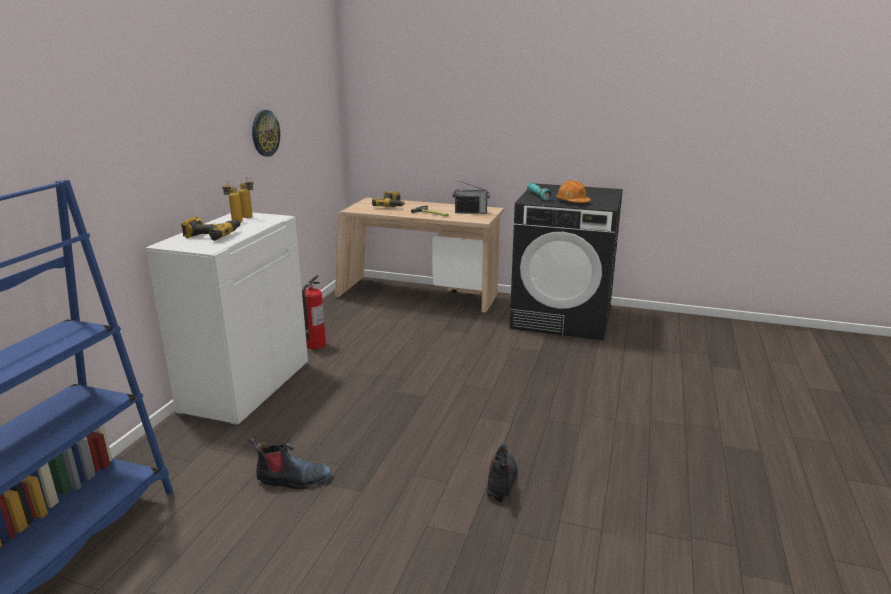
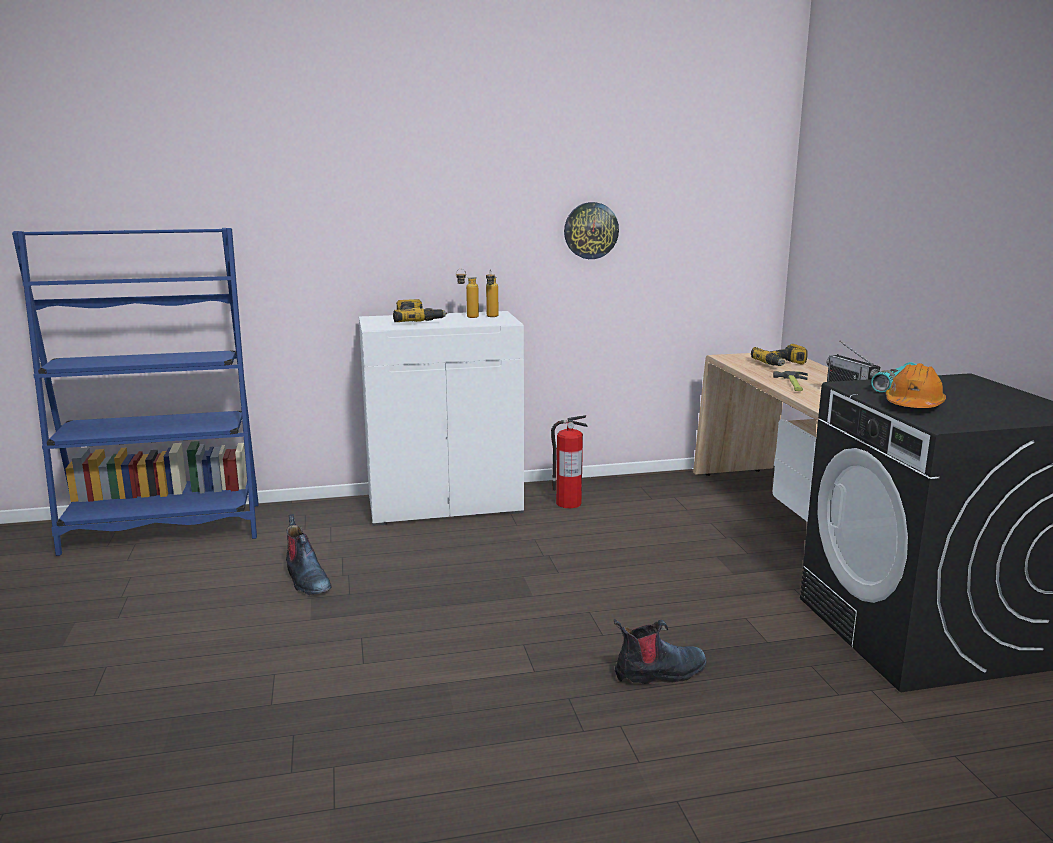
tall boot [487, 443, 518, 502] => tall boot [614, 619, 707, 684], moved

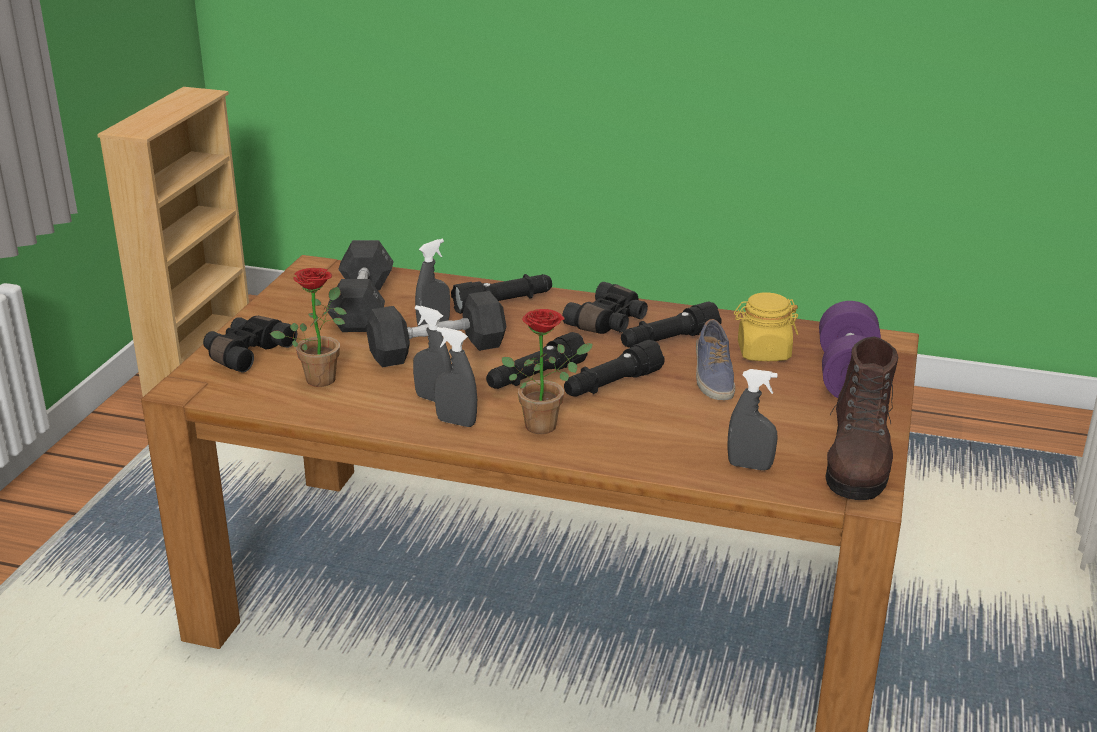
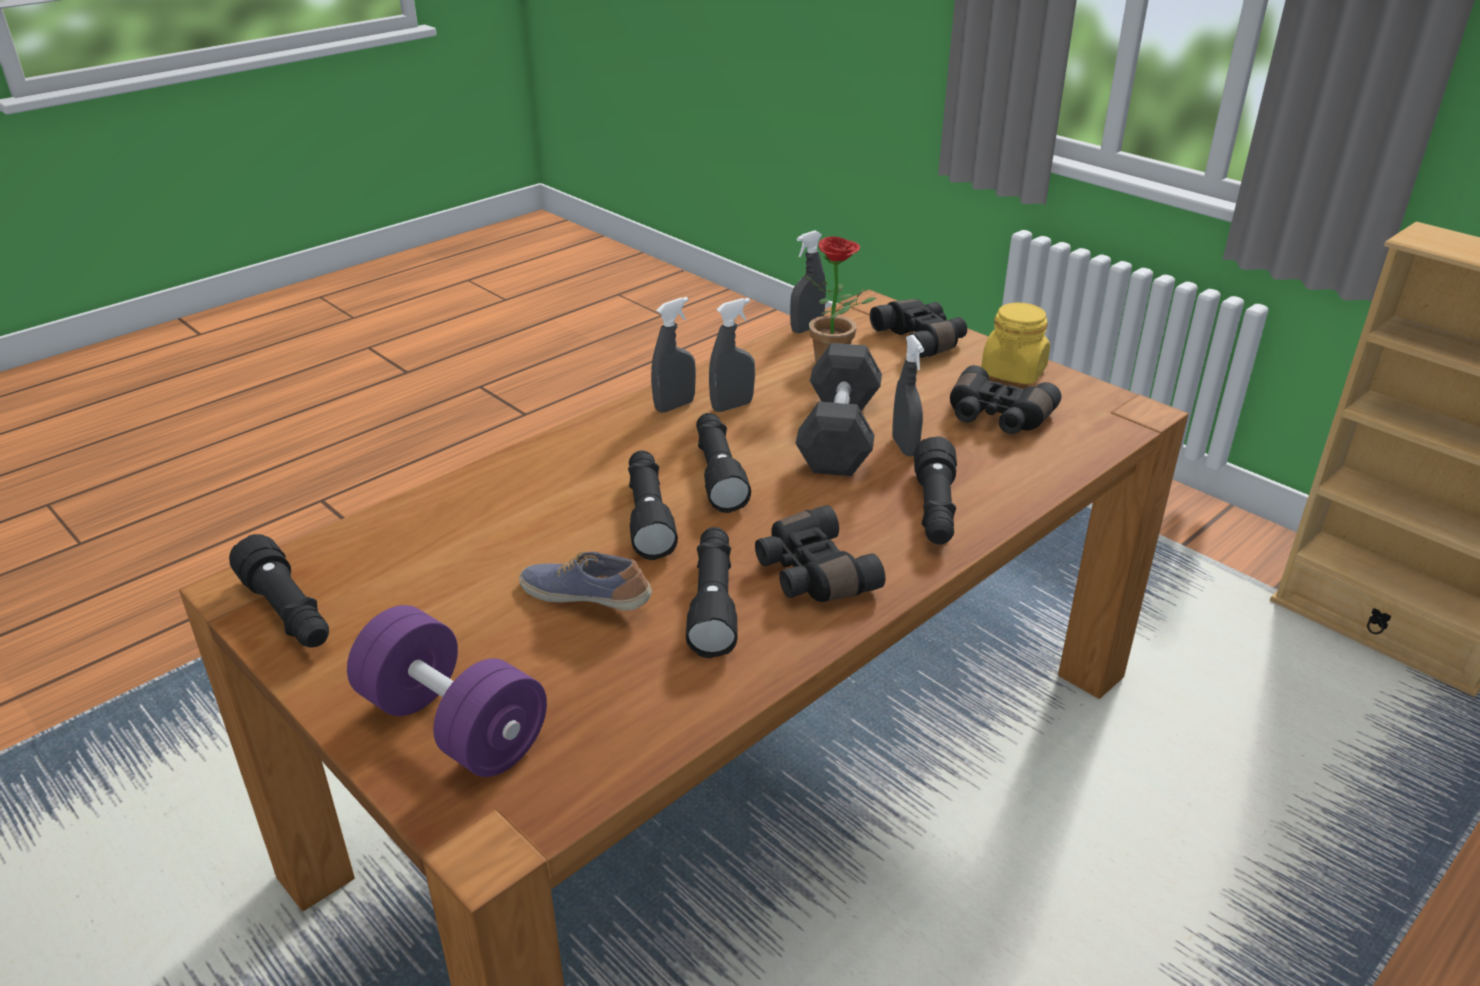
brown-coloured tall boot [825, 336, 898, 500] => black-coloured torch [229, 534, 329, 648]
greyish sprayer [727, 369, 778, 470] => greyish sprayer [790, 230, 826, 334], moved
greyish free weight [326, 240, 394, 332] => black-coloured binoculars [950, 365, 1061, 434]
yellowish jar [734, 292, 798, 361] => yellowish jar [981, 303, 1050, 384], moved
potted plant [502, 309, 593, 434] => nothing

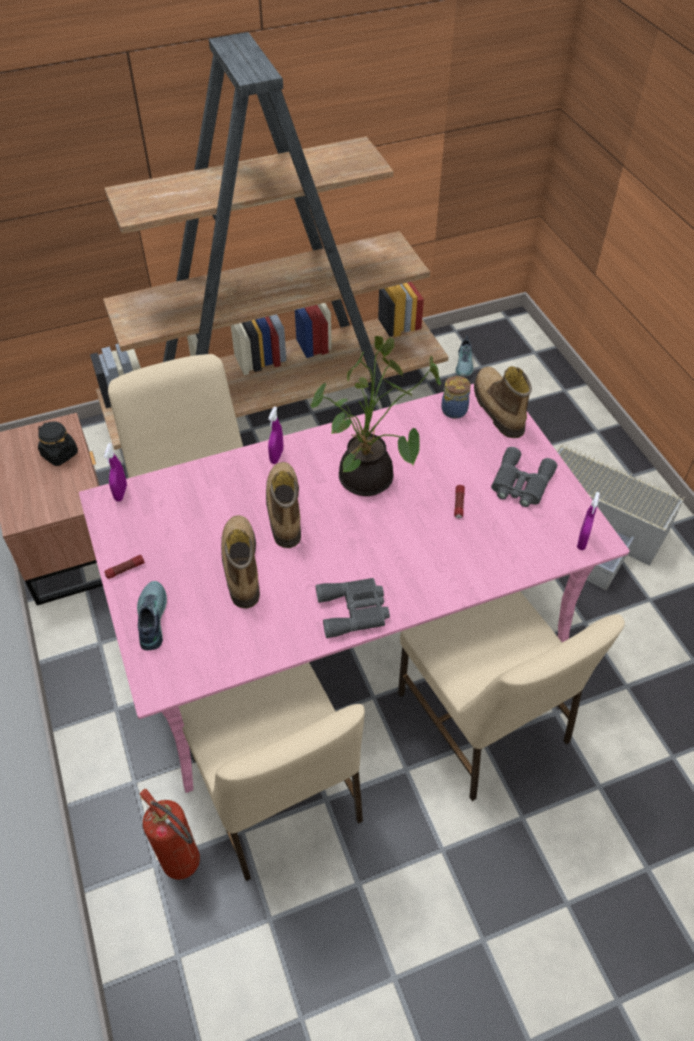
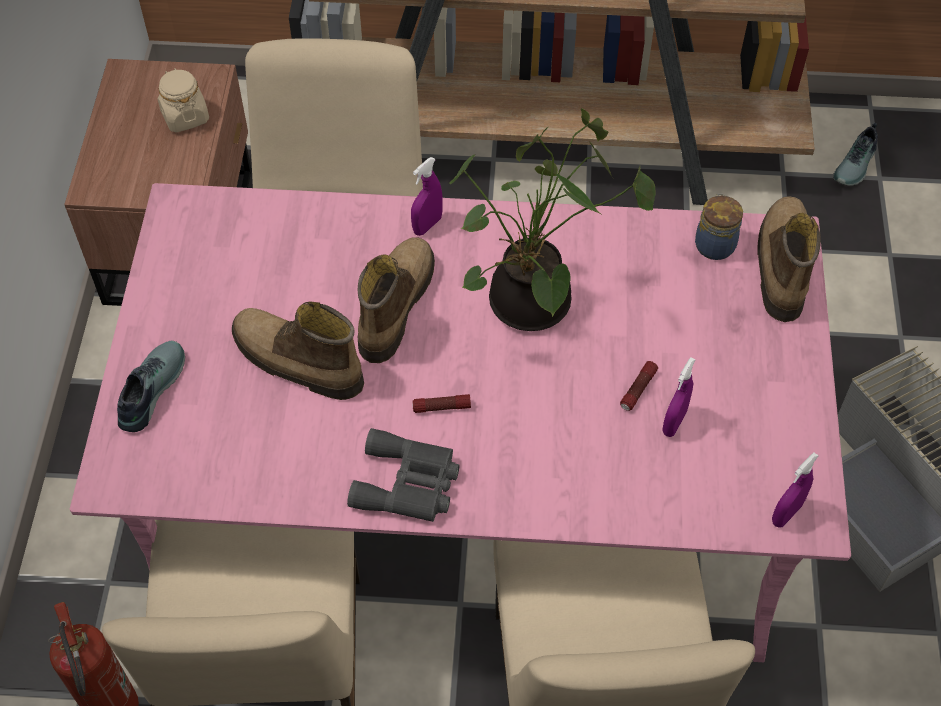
black-coloured jar [38, 421, 78, 466] => beige-coloured jar [158, 68, 209, 133]
tall boot [221, 515, 260, 609] => tall boot [232, 302, 364, 400], 75 degrees counterclockwise
torch [104, 555, 145, 579] => torch [412, 394, 471, 413], moved
purplish sprayer [104, 443, 127, 502] => purplish sprayer [662, 357, 696, 437], moved
greyish binoculars [491, 447, 557, 507] => nothing

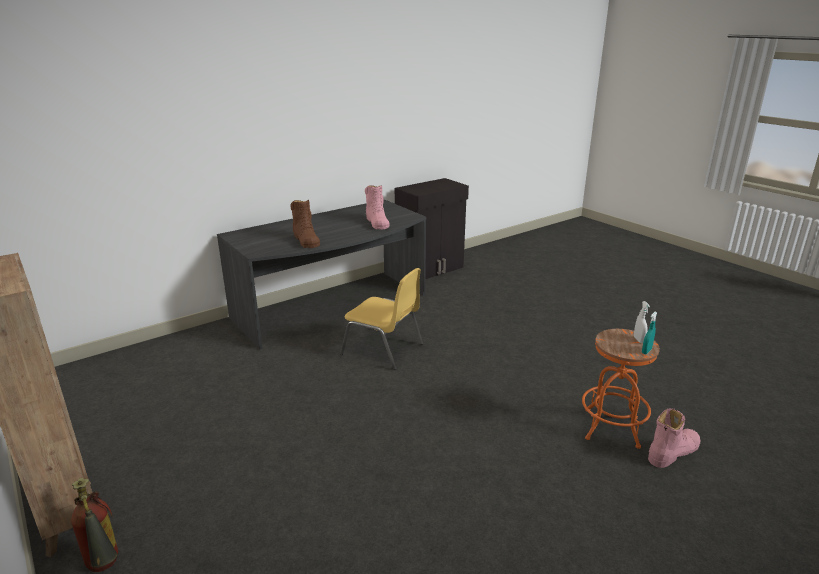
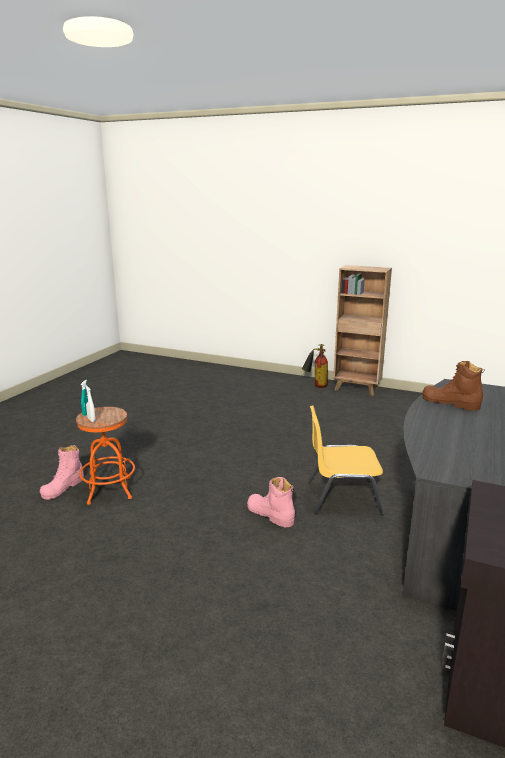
pink tall boot [365, 185, 389, 230] => pink tall boot [247, 477, 295, 527], moved

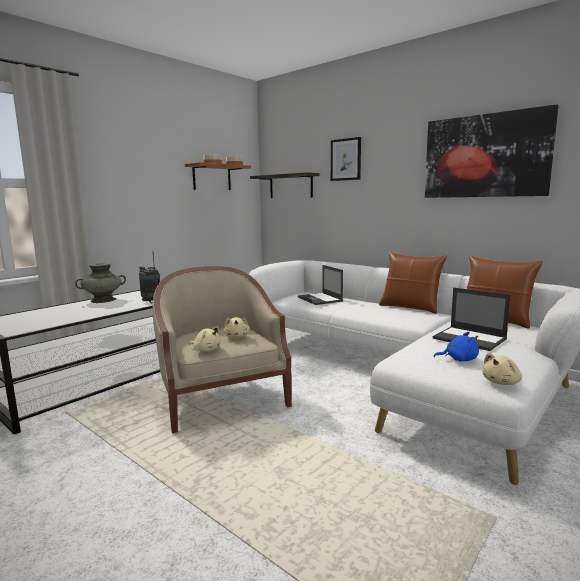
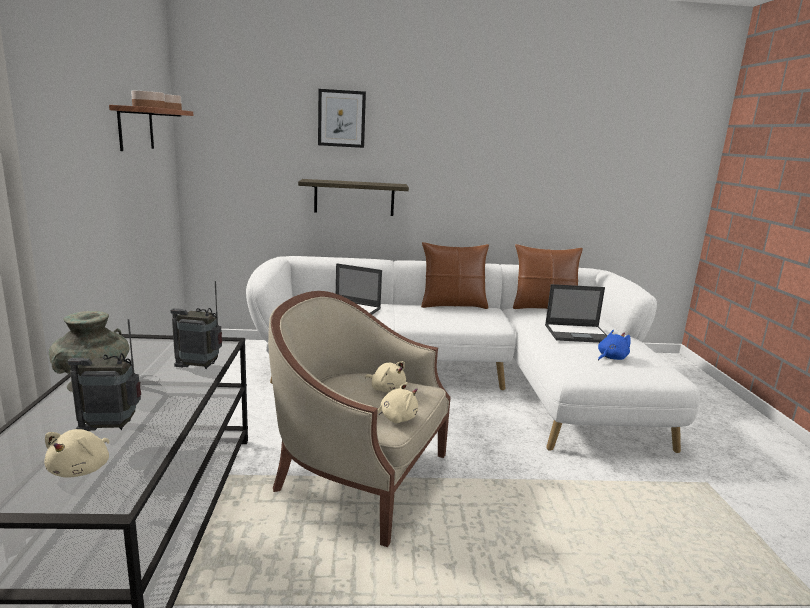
beige-coloured soft toy [482, 353, 522, 385] => beige-coloured soft toy [44, 429, 109, 478], moved
nothing => radio receiver [68, 319, 141, 431]
wall shelf [250, 172, 320, 198] => wall shelf [298, 179, 409, 216], moved
wall art [425, 104, 559, 198] => nothing

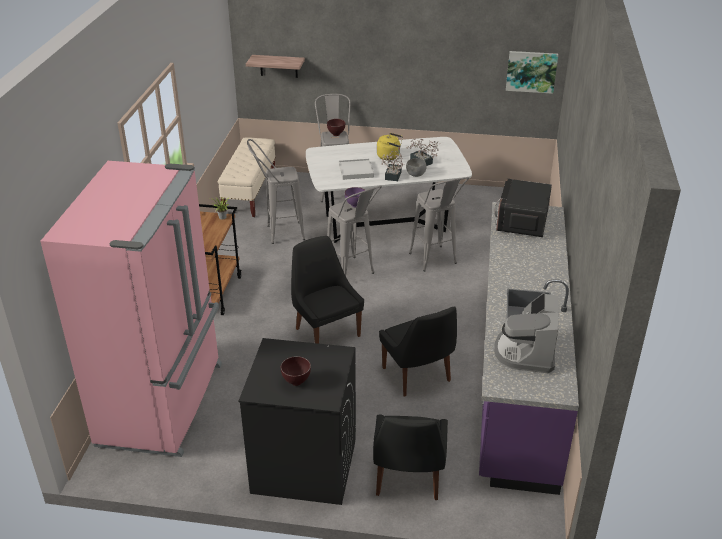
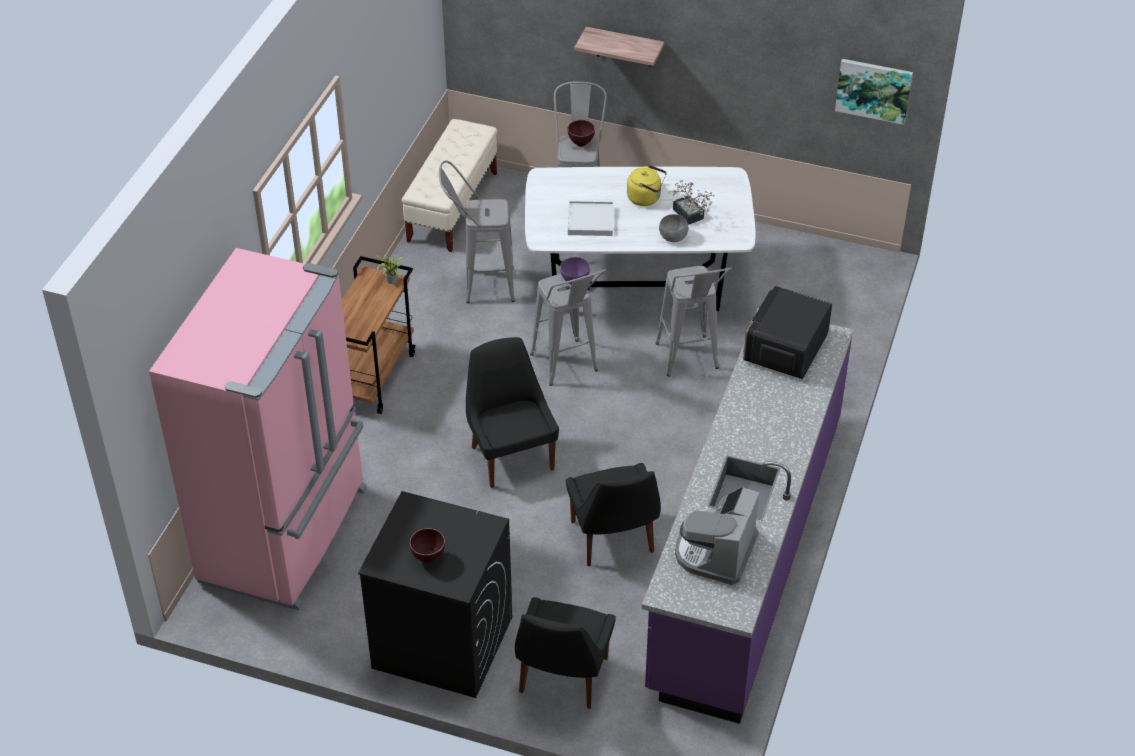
wall shelf [246, 55, 305, 78] => wall shelf [574, 27, 664, 67], moved
potted plant [381, 151, 405, 181] => nothing

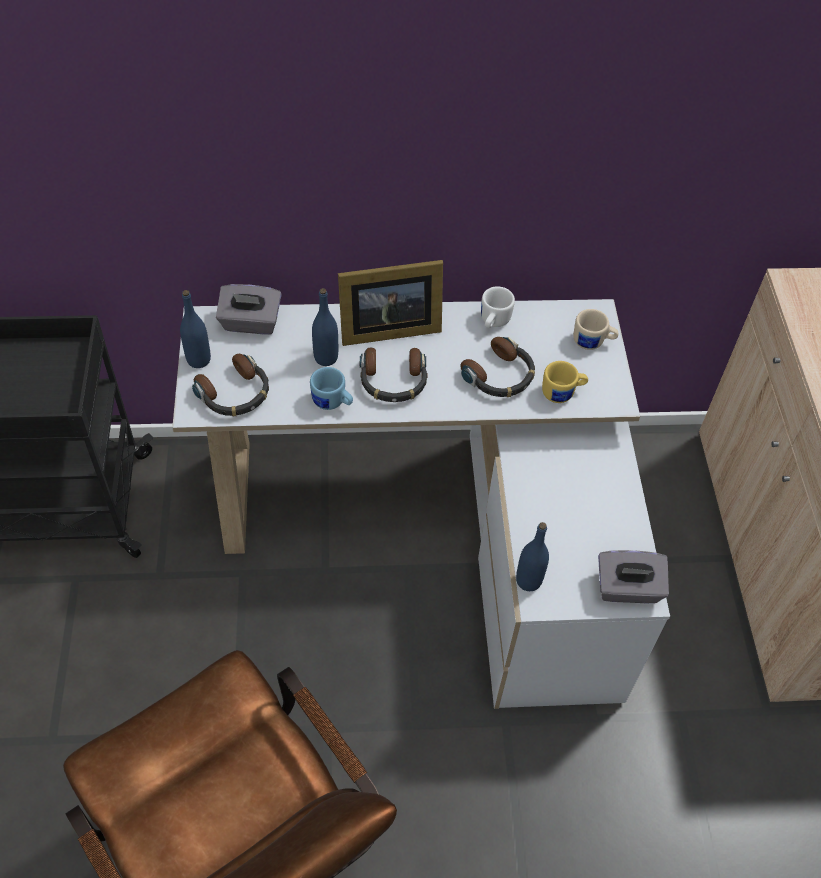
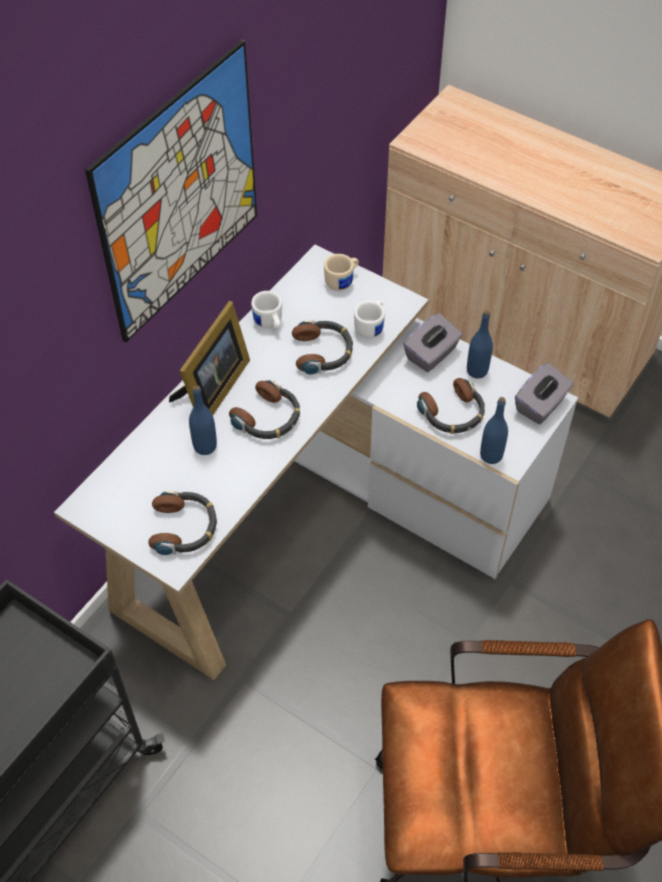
nothing => wall art [85, 39, 257, 343]
yellowish coffee mug [542, 361, 588, 403] => white coffee mug [354, 300, 385, 339]
greyish tissue holder [216, 284, 282, 334] => greyish tissue holder [403, 313, 463, 372], moved
nothing => headset [417, 378, 485, 434]
bluish bottle [180, 290, 211, 368] => bluish bottle [467, 310, 493, 378], moved
bluish coffee mug [310, 367, 353, 410] => nothing

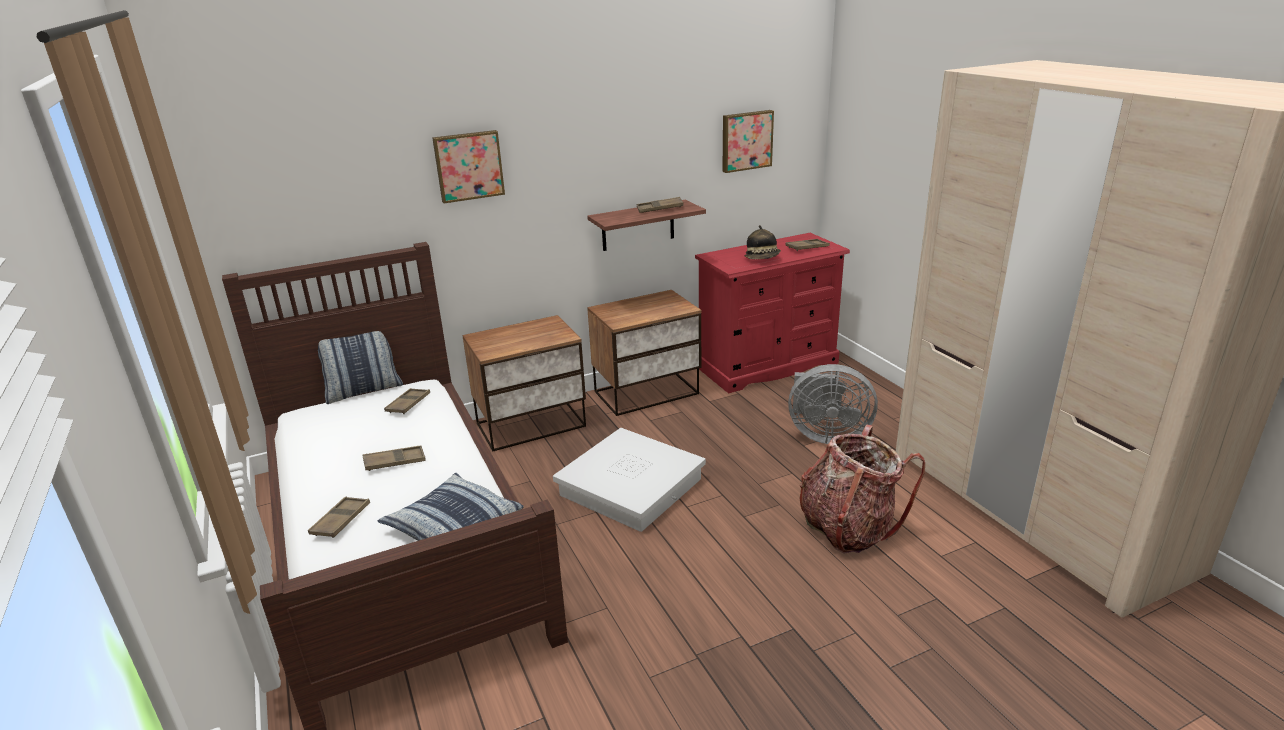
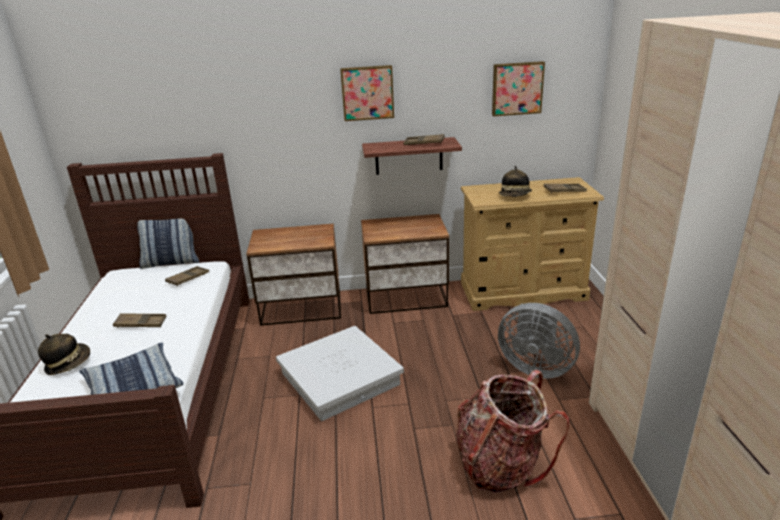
brown-coloured tray [308, 497, 370, 538] => clothing hat [38, 334, 90, 375]
wall art [432, 130, 505, 203] => wall art [340, 65, 394, 121], moved
reddish chest of drawers [695, 233, 850, 394] => beige-coloured chest of drawers [461, 177, 604, 311]

